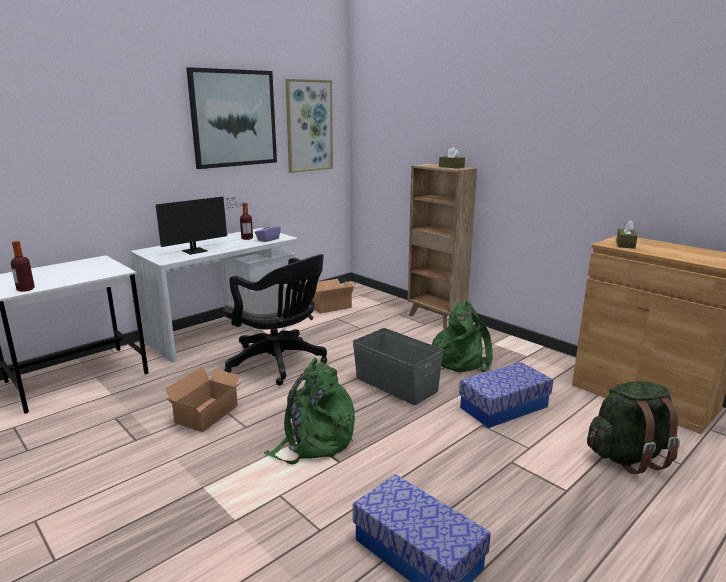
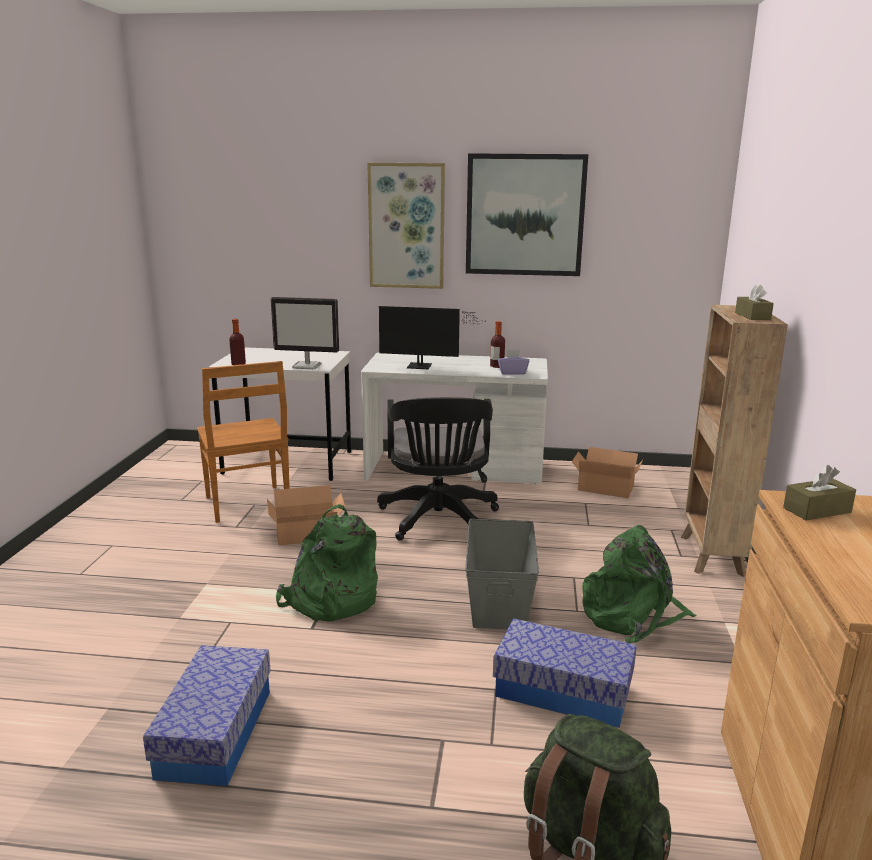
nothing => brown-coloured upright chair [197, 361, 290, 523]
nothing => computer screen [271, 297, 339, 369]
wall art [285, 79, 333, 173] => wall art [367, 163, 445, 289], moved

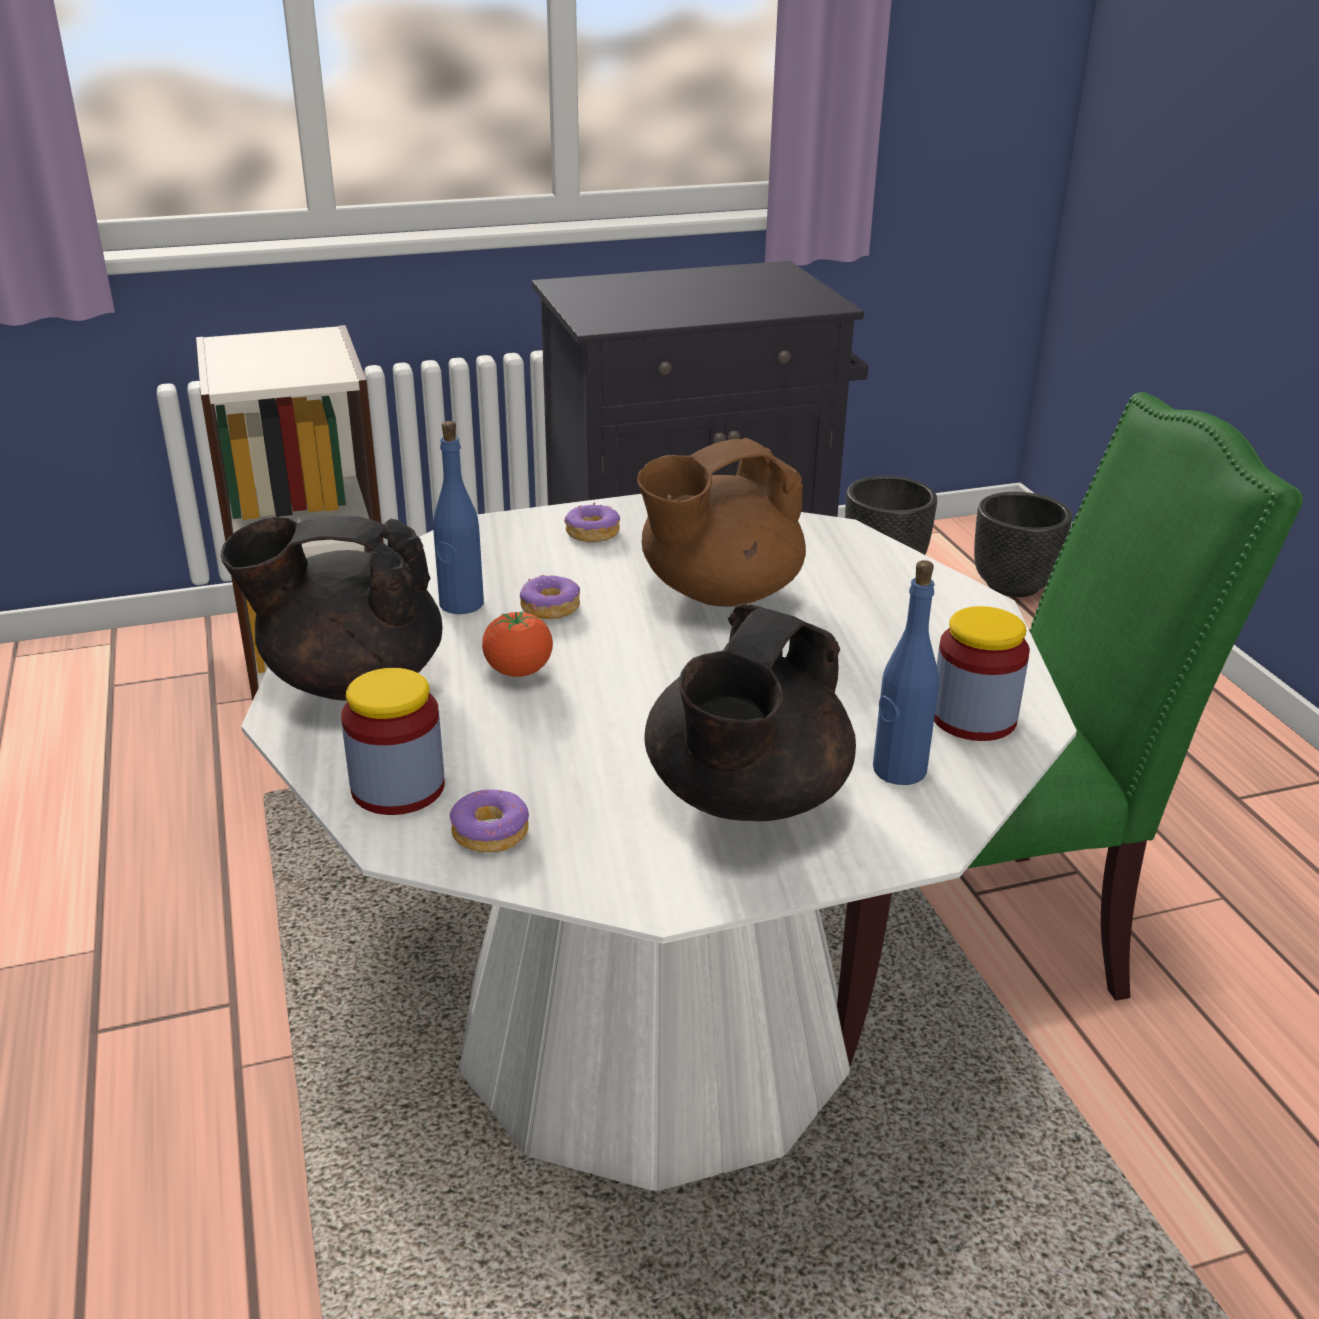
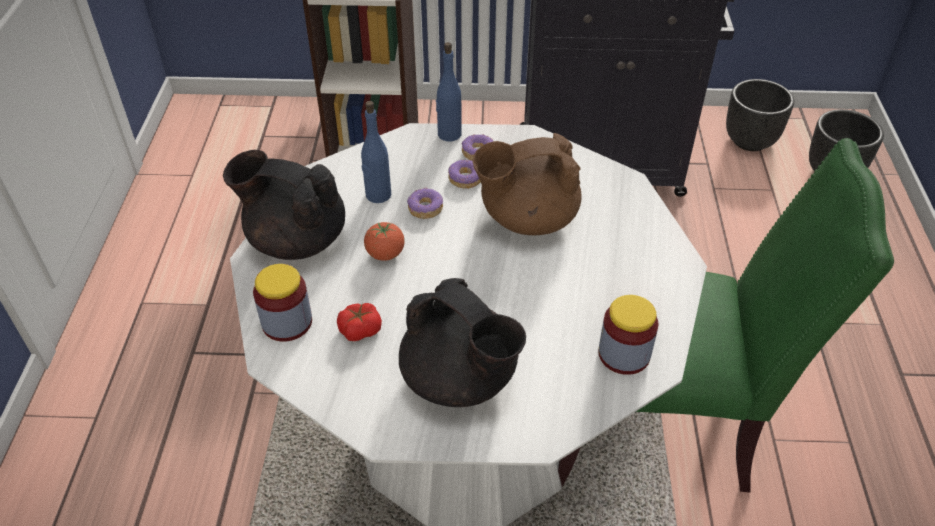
nothing => tomato [337, 303, 382, 341]
black-coloured pot for tea [644, 604, 856, 821] => black-coloured pot for tea [399, 278, 526, 407], 90 degrees counterclockwise
bluish bottle [873, 560, 939, 785] => bluish bottle [436, 42, 462, 141], moved
doughnut [450, 789, 529, 853] => doughnut [448, 160, 481, 189], moved

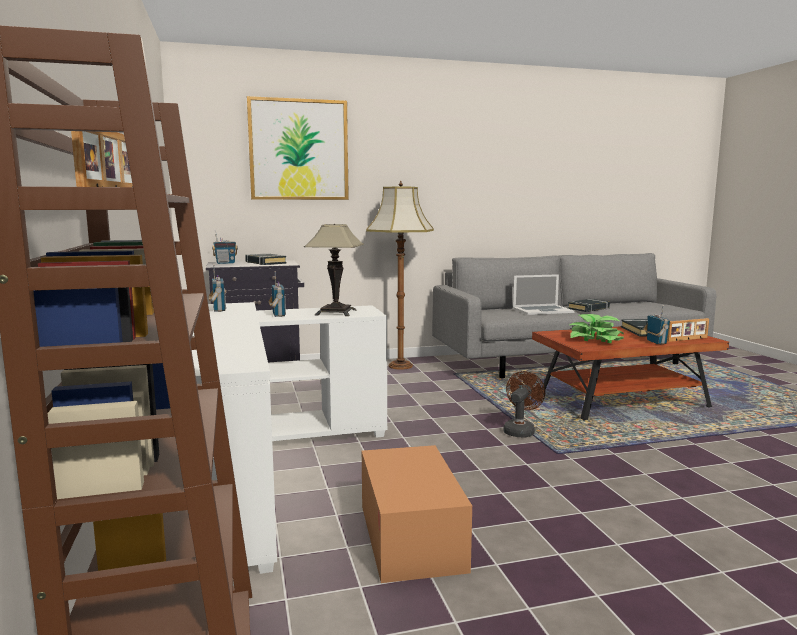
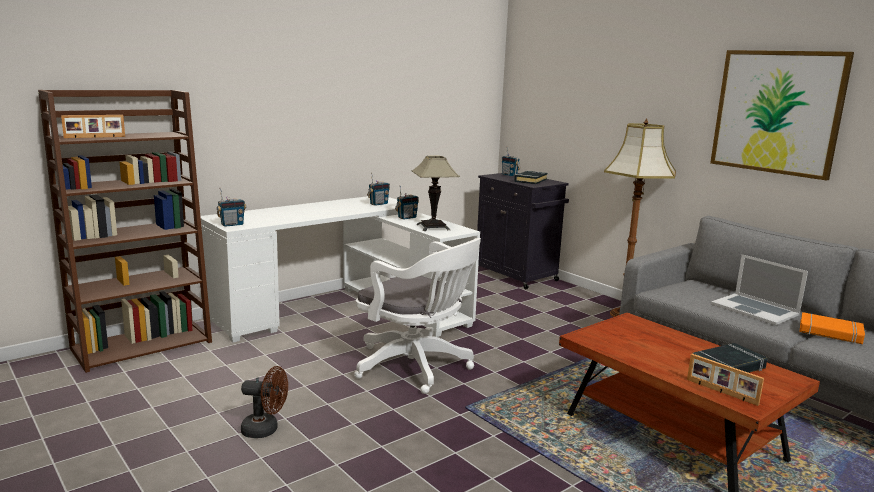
radio receiver [644, 305, 670, 344] => radio receiver [217, 188, 246, 227], moved
brown-coloured fan [503, 371, 545, 437] => brown-coloured fan [241, 366, 288, 438], moved
nothing => white computer chair [354, 238, 481, 394]
wall art [247, 96, 349, 200] => wall art [710, 50, 854, 181], moved
black-coloured bound book [568, 299, 610, 312] => orangey bound book [799, 312, 865, 344]
carton [362, 445, 472, 583] => nothing
potted plant [570, 314, 624, 343] => nothing

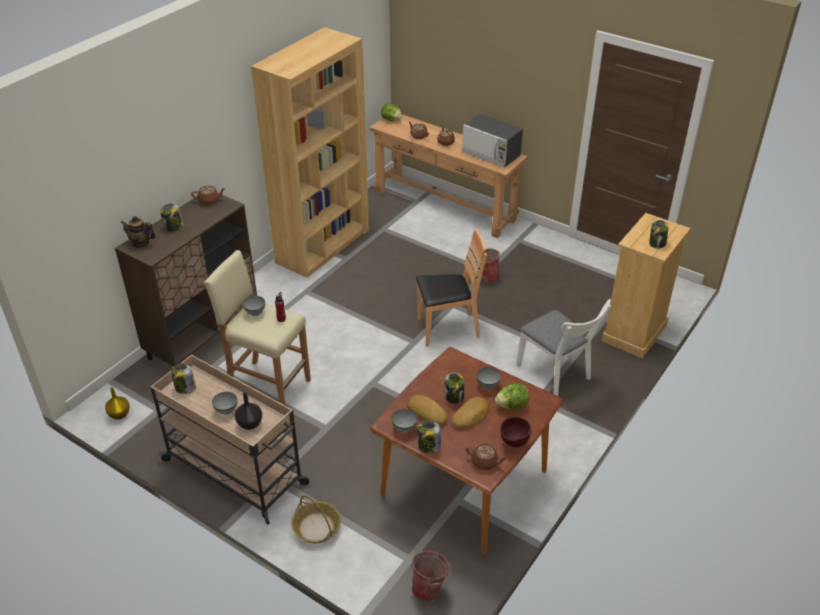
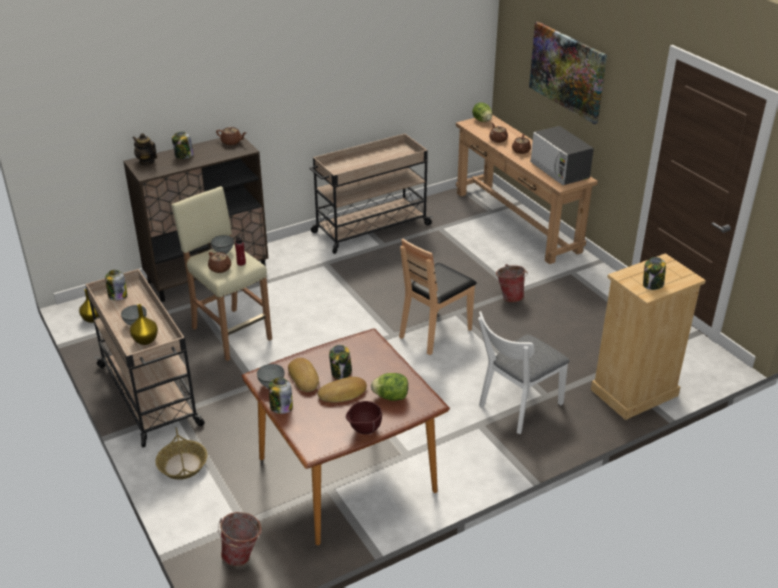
black-coloured flower vase [235, 392, 262, 430] => yellowish flower vase [130, 304, 158, 345]
brown-coloured pot for tea [466, 444, 508, 470] => brown-coloured pot for tea [208, 252, 231, 273], moved
brown-coloured bookshelf [251, 27, 369, 278] => beige-coloured cart [309, 134, 433, 254]
brown-coloured upright chair [416, 229, 487, 347] => brown-coloured upright chair [399, 239, 477, 355], 120 degrees clockwise
white upright chair [516, 299, 611, 396] => white upright chair [478, 311, 569, 434], 60 degrees clockwise
nothing => wall art [529, 22, 607, 124]
greyish bowl [476, 367, 501, 390] => nothing

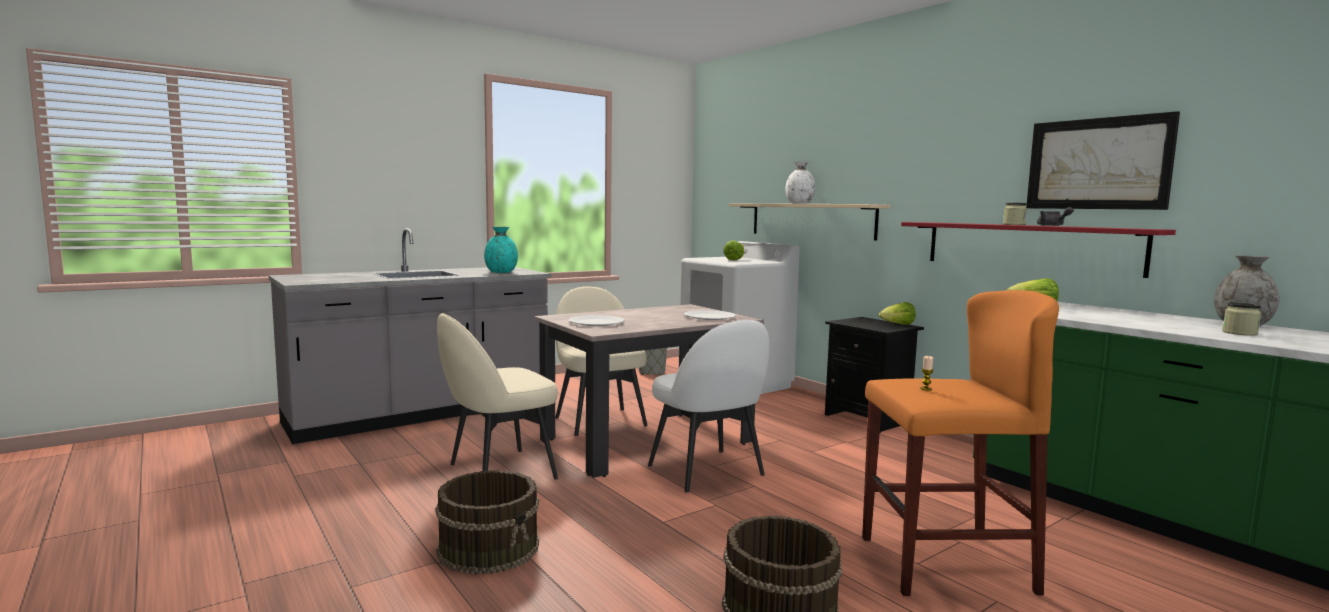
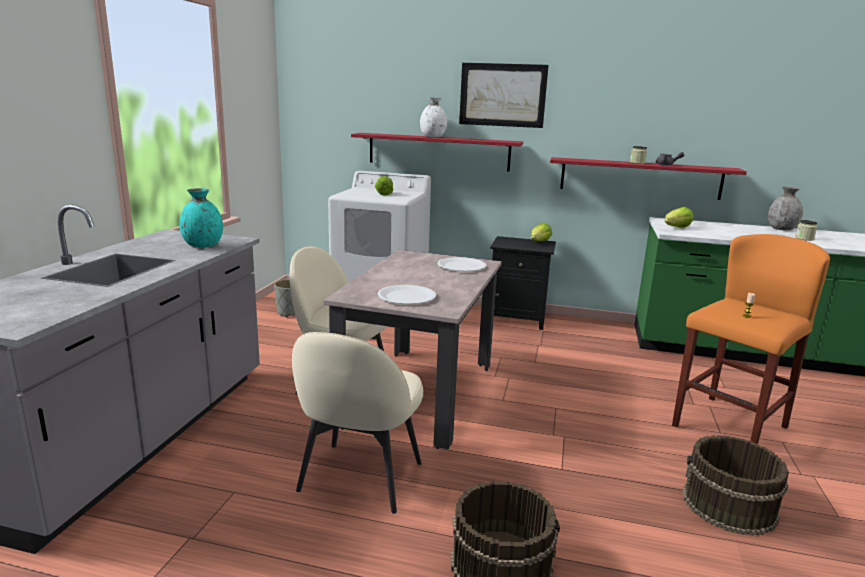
beige-coloured wall shelf [729, 203, 891, 241] => reddish wall shelf [351, 133, 523, 172]
wall art [1026, 111, 1180, 210] => wall art [459, 63, 549, 128], moved
white upright chair [648, 320, 769, 492] => nothing

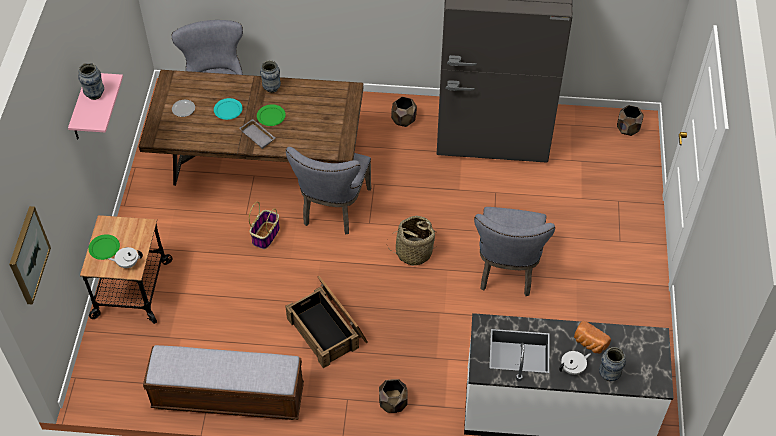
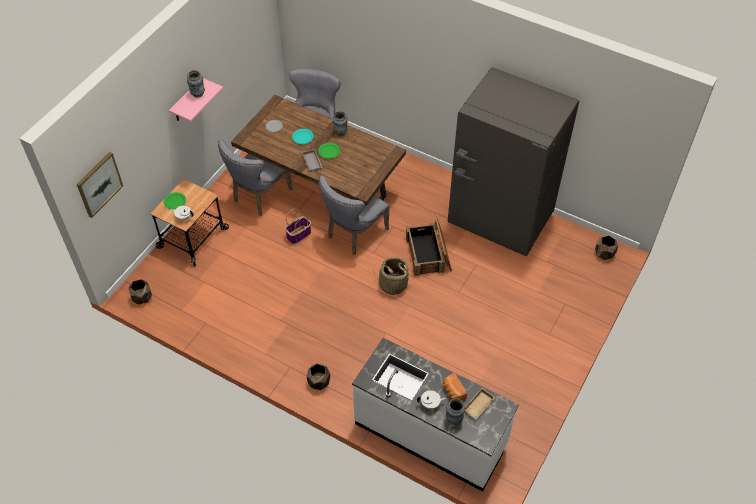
brown-coloured flower pot [391, 97, 417, 127] => brown-coloured flower pot [129, 279, 152, 304], moved
greyish upright chair [474, 207, 555, 296] => greyish upright chair [218, 140, 293, 216], moved
crate [285, 276, 368, 368] => crate [406, 214, 452, 276], moved
nothing => beige-coloured tray [465, 388, 495, 419]
bench [143, 345, 304, 420] => nothing

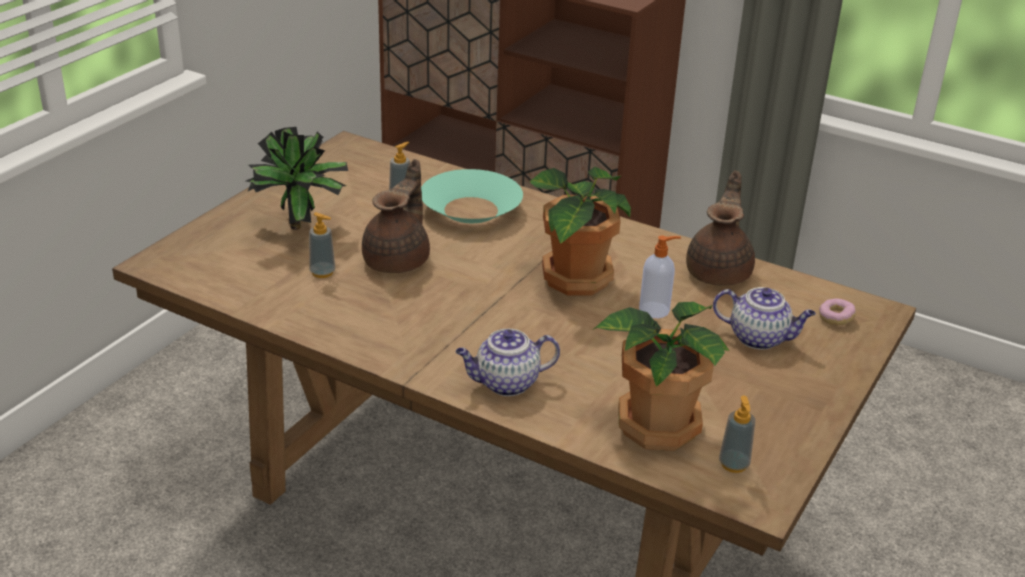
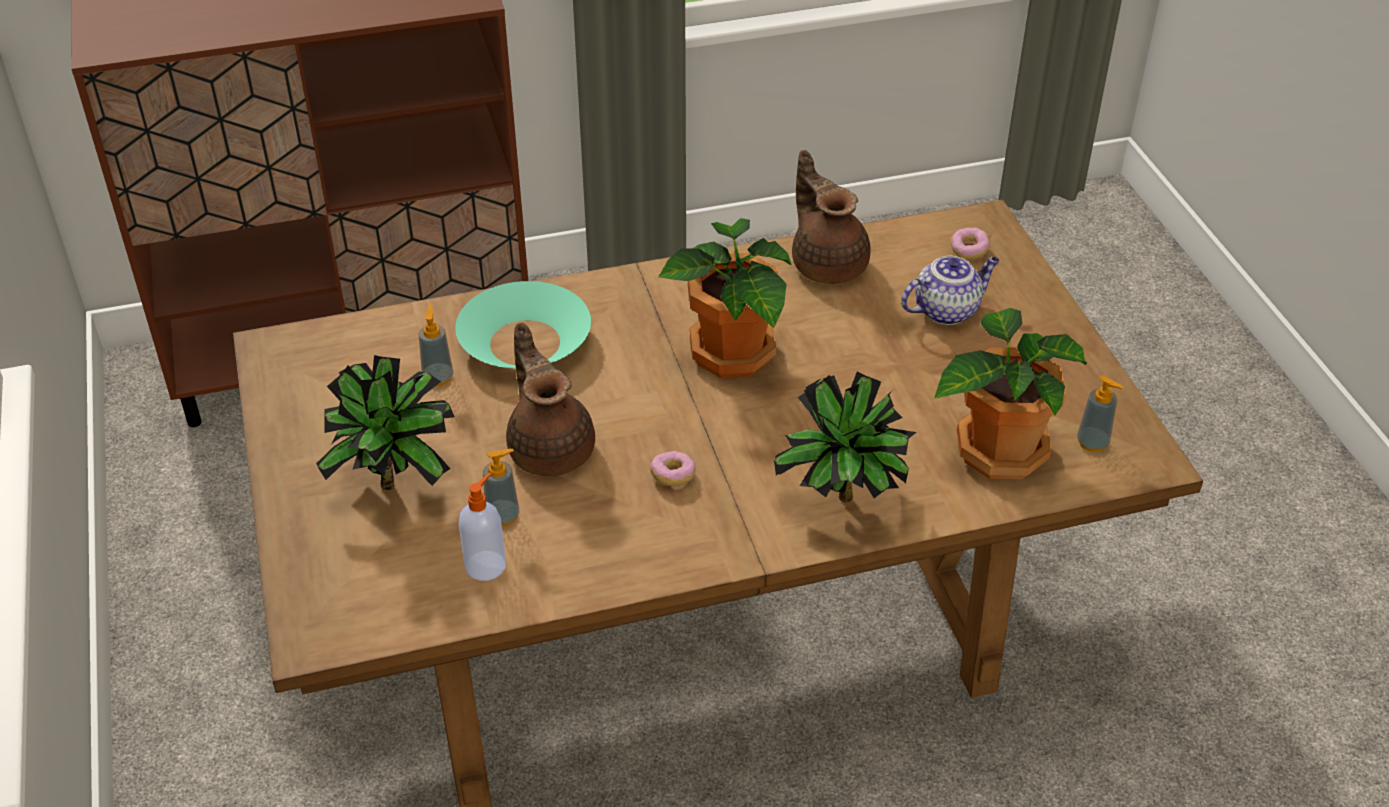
soap bottle [639, 236, 681, 318] => soap bottle [459, 473, 506, 581], moved
nothing => doughnut [650, 451, 696, 486]
pot for tea [456, 329, 560, 396] => potted plant [774, 372, 917, 502]

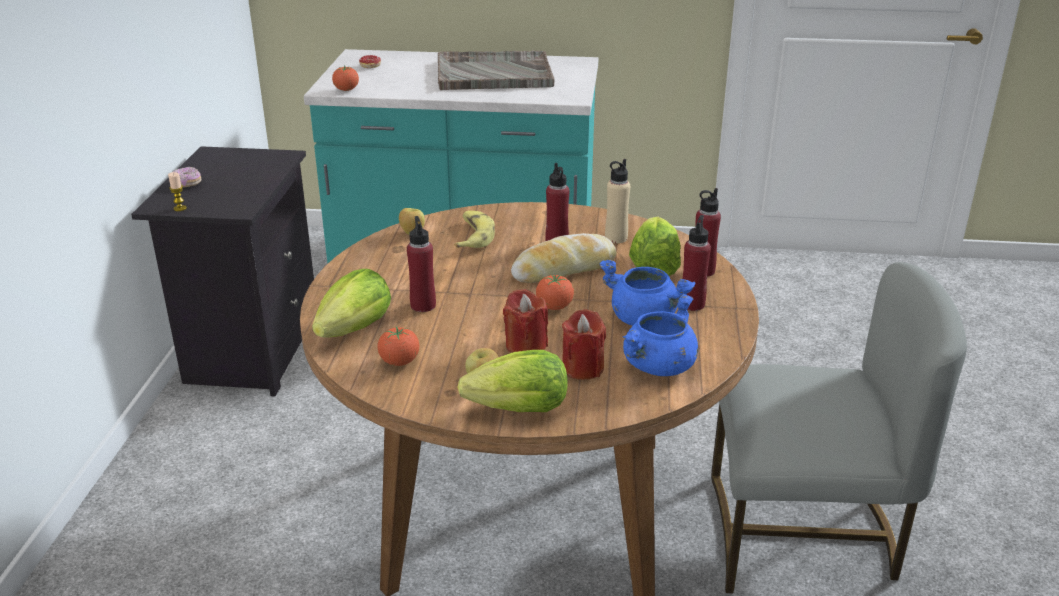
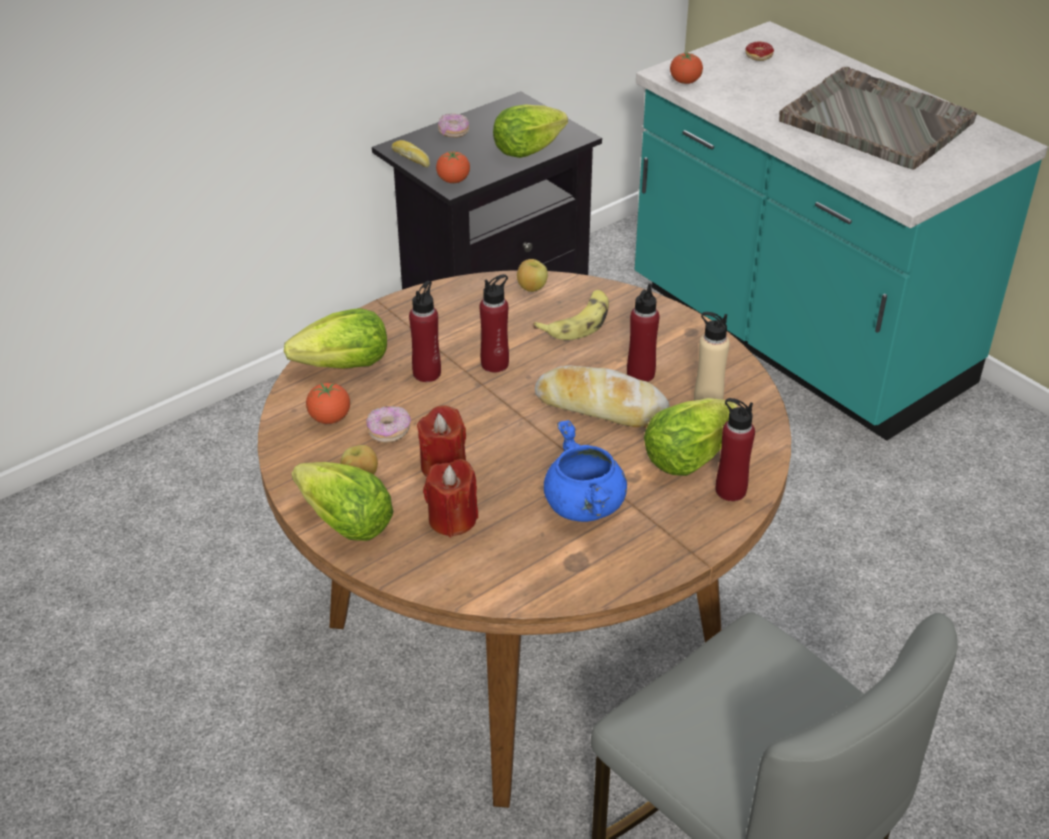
nothing => doughnut [366, 406, 411, 443]
candle [168, 172, 187, 211] => bakery bread [392, 140, 430, 168]
tomato [536, 274, 574, 310] => tomato [436, 151, 470, 183], moved
reddish bottle [682, 215, 711, 311] => reddish bottle [480, 274, 509, 373], moved
nothing => head of lettuce [493, 104, 568, 158]
bluish cooking pot [623, 294, 698, 376] => nothing

